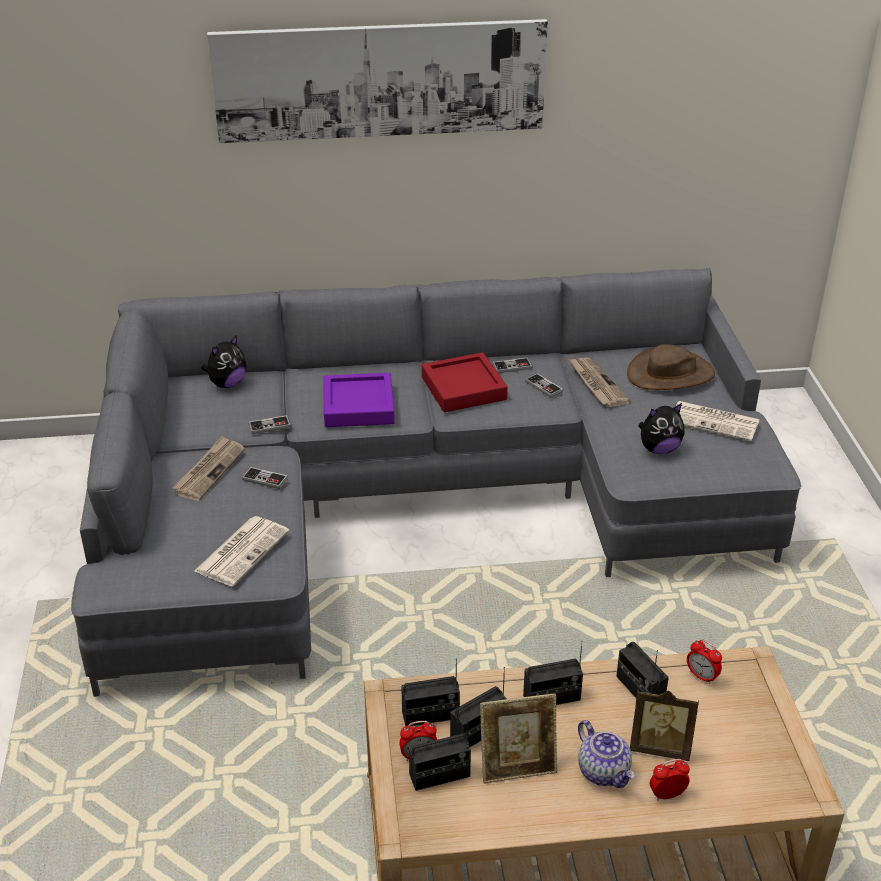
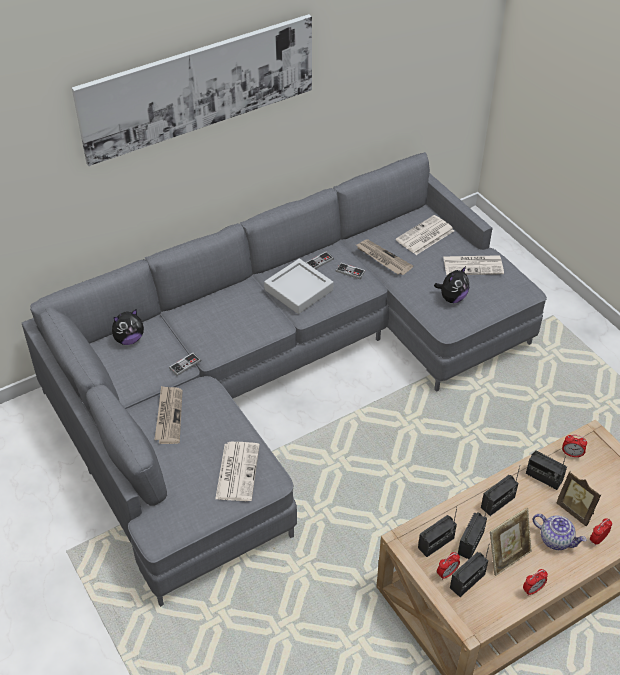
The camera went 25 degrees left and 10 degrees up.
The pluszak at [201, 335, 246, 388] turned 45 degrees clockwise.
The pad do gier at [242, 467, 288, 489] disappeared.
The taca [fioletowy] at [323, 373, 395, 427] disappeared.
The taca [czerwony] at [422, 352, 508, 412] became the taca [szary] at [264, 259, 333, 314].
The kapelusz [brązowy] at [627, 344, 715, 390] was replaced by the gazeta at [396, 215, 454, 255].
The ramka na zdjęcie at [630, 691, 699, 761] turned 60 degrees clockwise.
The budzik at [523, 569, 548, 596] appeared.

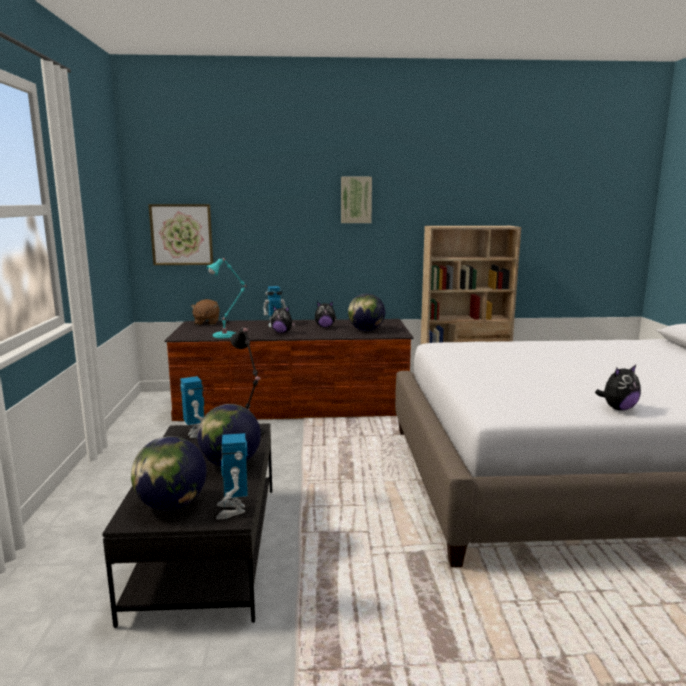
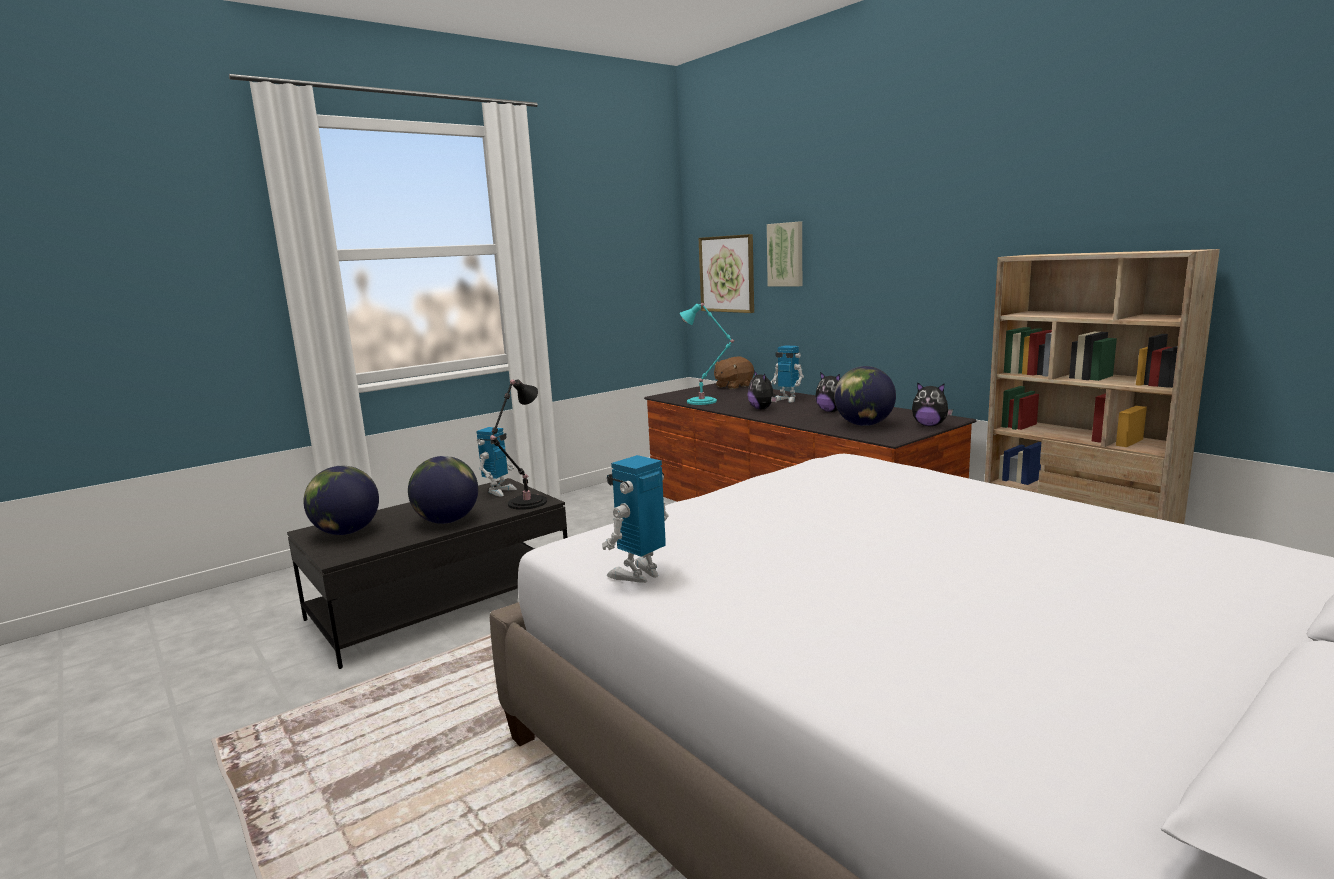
The camera went 55 degrees right and 0 degrees up.
The robot zabawkowy moved from [216, 433, 248, 519] to [602, 455, 669, 583].
The obraz moved from [341, 177, 372, 223] to [767, 222, 802, 287].
The pluszak moved from [595, 365, 641, 411] to [912, 382, 953, 426].

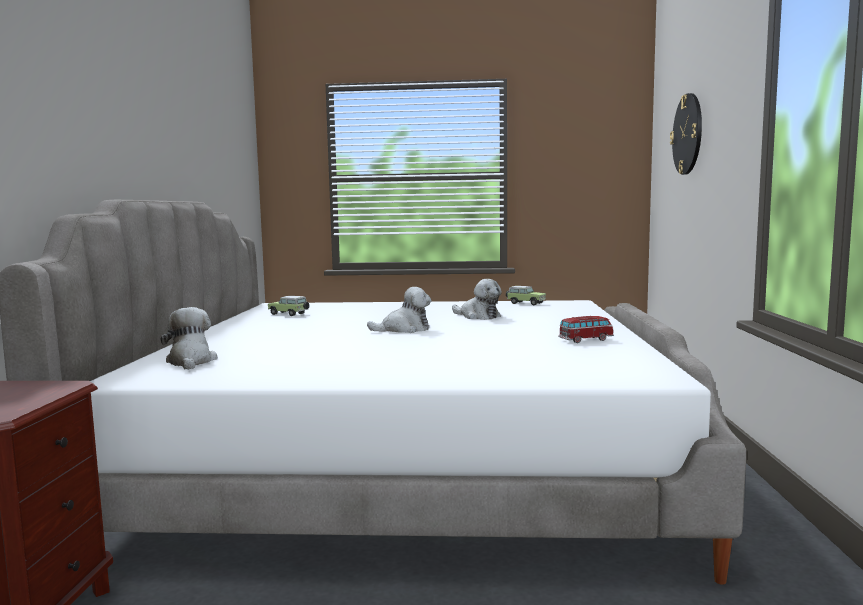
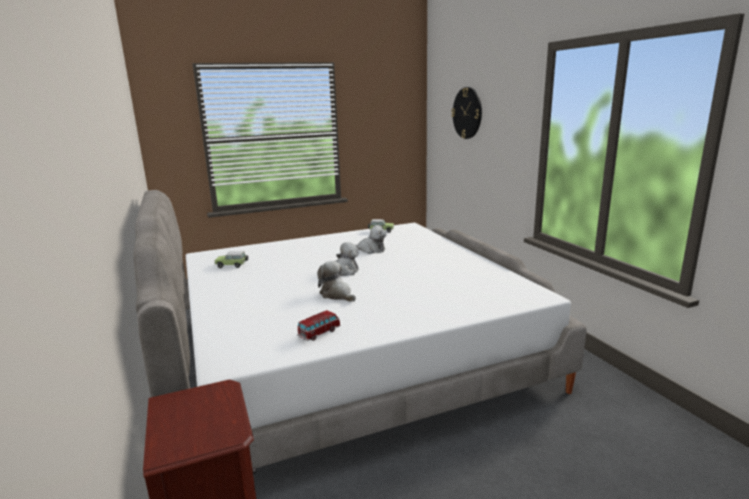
The camera went 25 degrees left and 10 degrees up.
The pluszak moved from [161, 307, 218, 370] to [317, 261, 356, 302].
The samochodzik moved from [558, 316, 614, 343] to [297, 310, 341, 341].

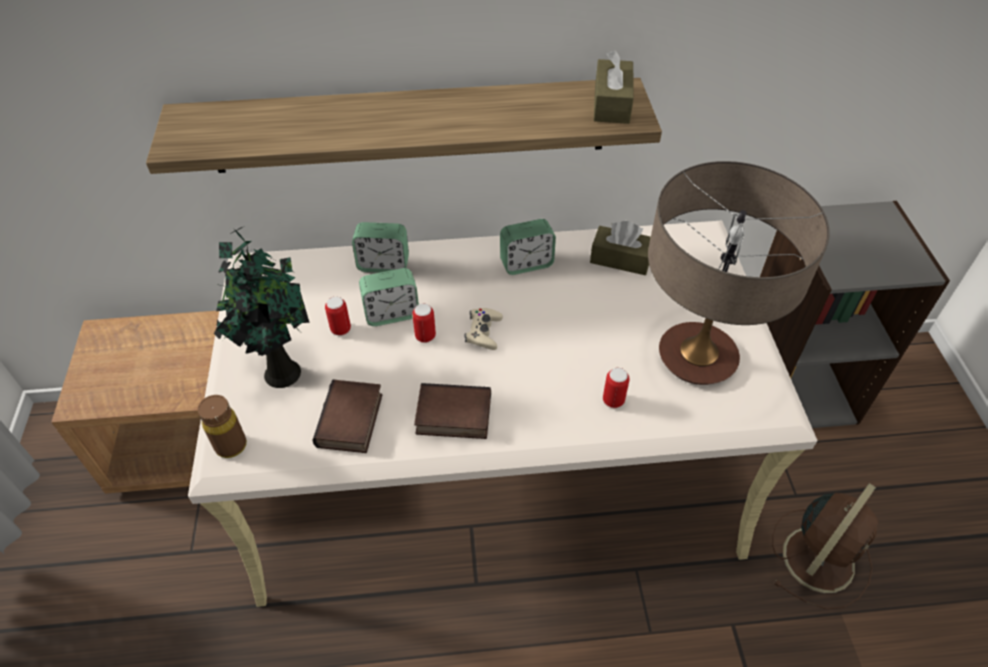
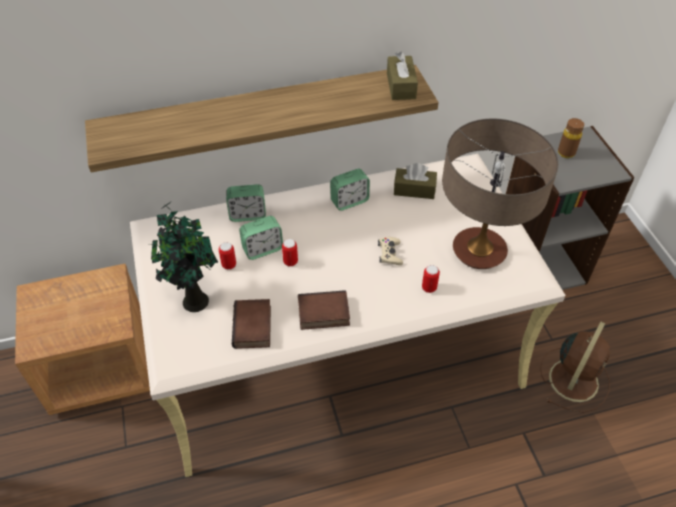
The camera went 10 degrees left and 0 degrees up.
The butelka [brązowy] moved from [198, 395, 247, 458] to [558, 118, 584, 158].
The pad do gier [beżowy] moved from [465, 308, 503, 350] to [378, 237, 403, 265].

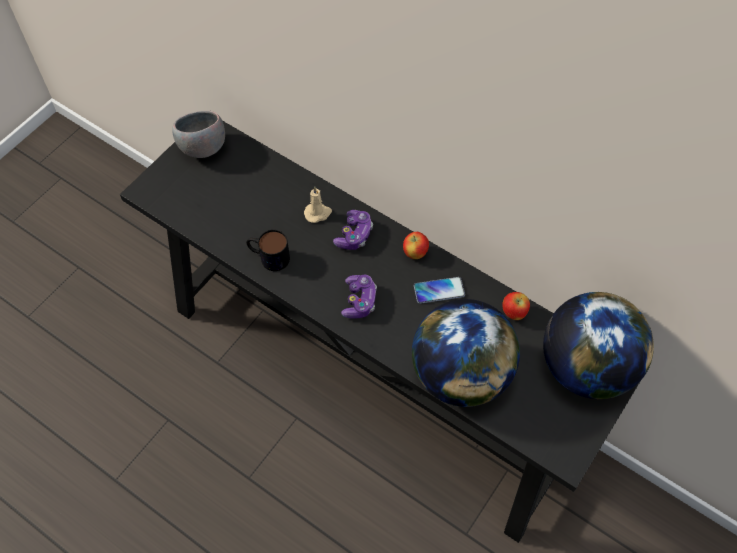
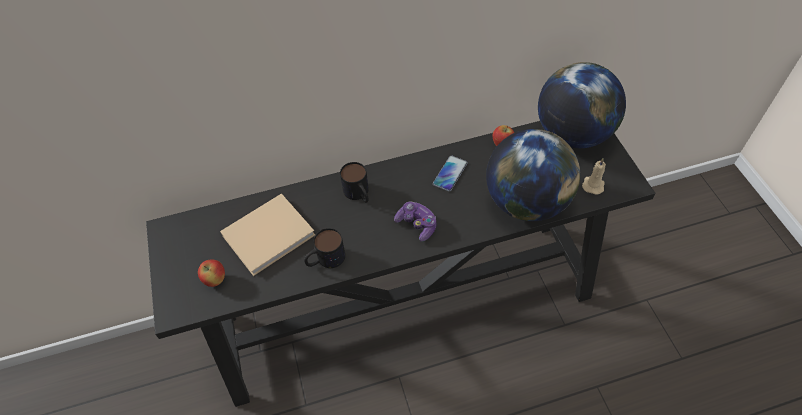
The camera went 50 degrees left and 5 degrees down.
The miska [szary] at [172, 111, 225, 158] disappeared.
The świeca [beżowy] moved from [304, 186, 332, 223] to [582, 159, 606, 195].
The pad do gier at [333, 210, 373, 250] was replaced by the kubek at [340, 162, 369, 203].
The jabłko moved from [403, 232, 429, 259] to [198, 260, 225, 287].
The książka [beżowy] at [220, 193, 315, 276] appeared.

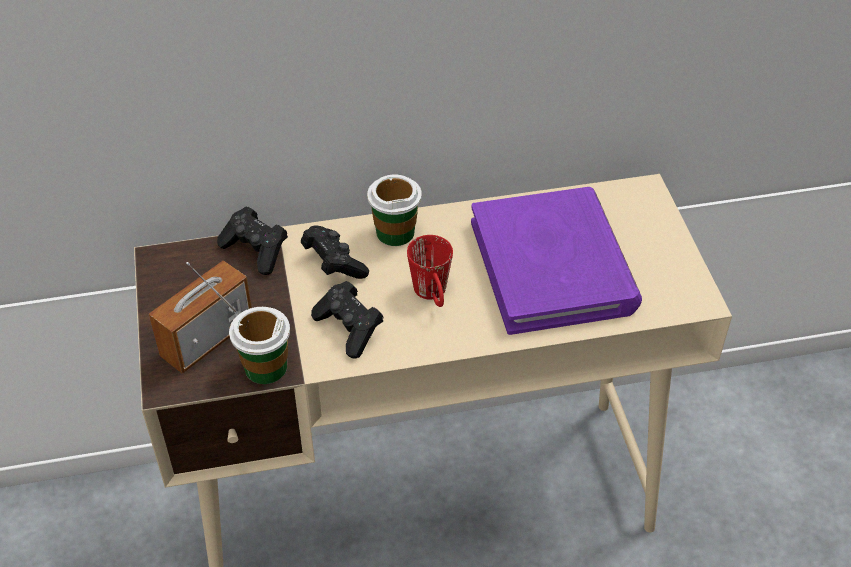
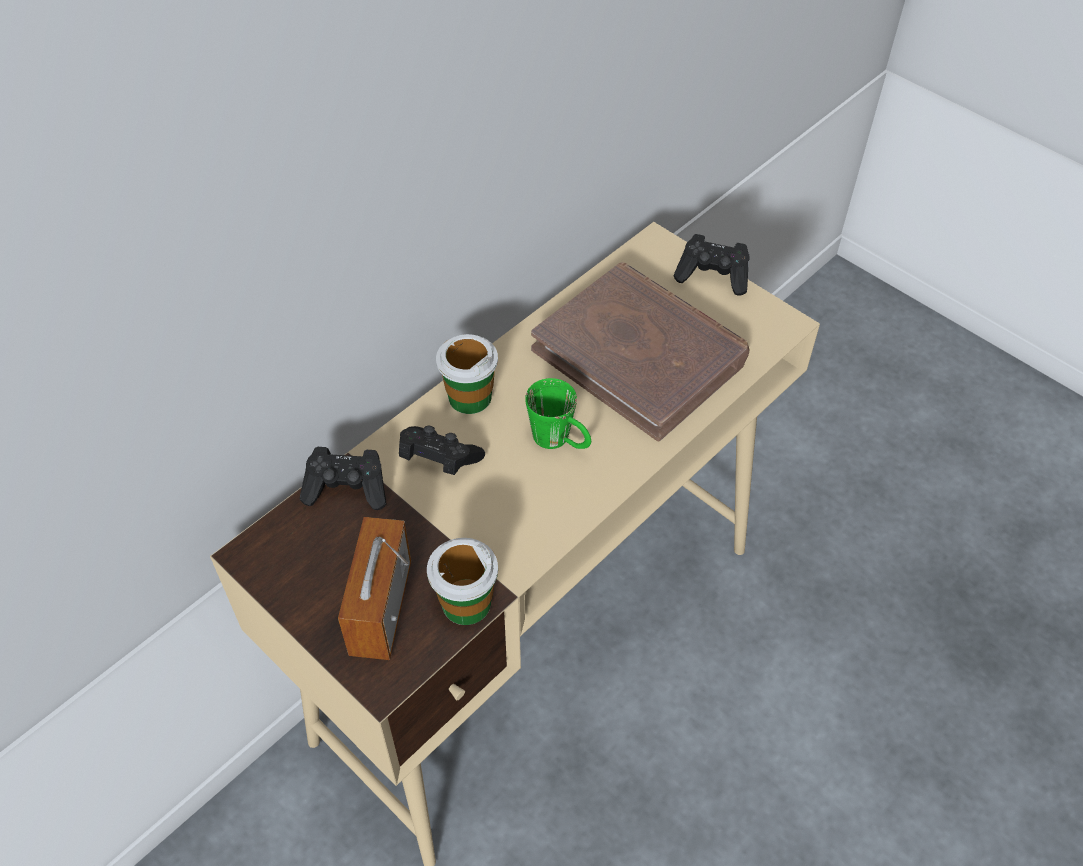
The camera went 35 degrees left and 5 degrees up.
The pad do gier [czarny] moved from [311, 281, 383, 358] to [673, 234, 750, 296].
The kubek [czerwony] at [407, 235, 453, 307] became the kubek [zielony] at [525, 378, 591, 449].
The książka [fioletowy] at [471, 187, 642, 335] became the książka [brązowy] at [531, 262, 749, 441].

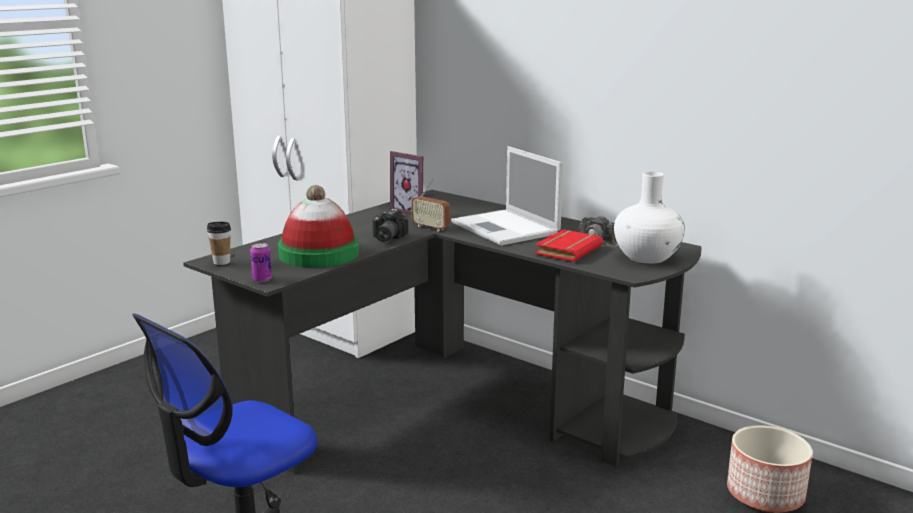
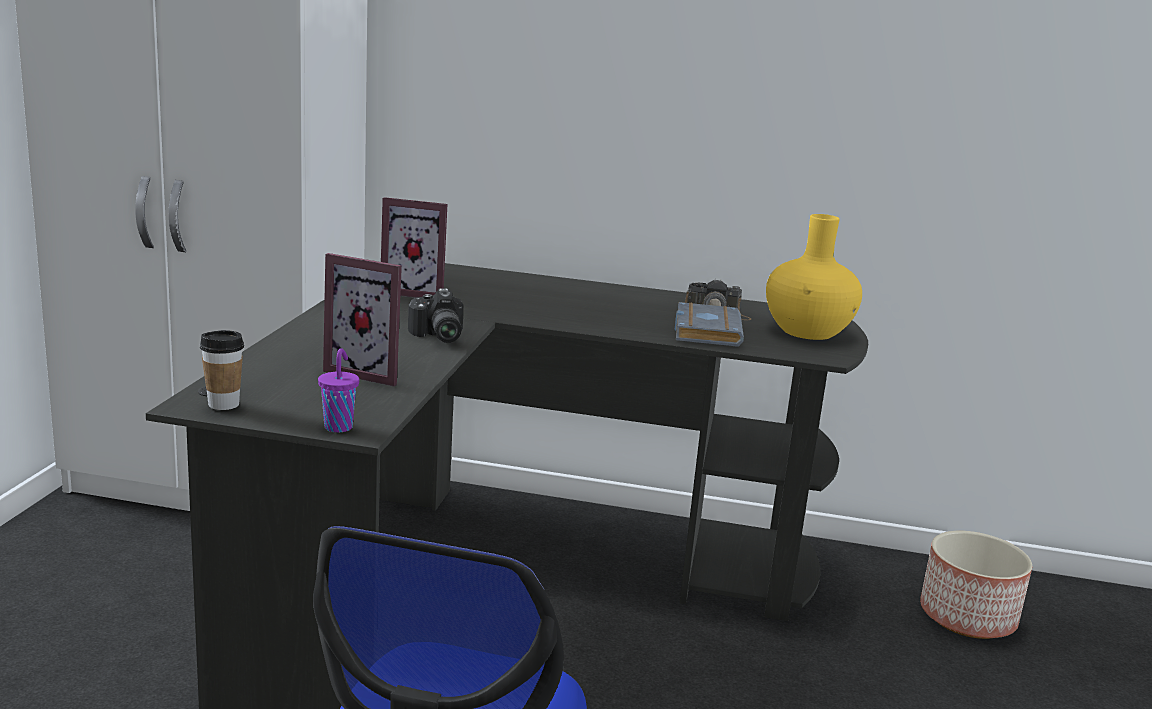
The camera went 30 degrees left and 0 degrees up.
The puszka at [250, 243, 272, 282] was replaced by the filiżanka [fioletowy] at [318, 348, 359, 433].
The kapelusz at [278, 185, 359, 268] was replaced by the ramka na zdjęcie at [323, 253, 402, 386].
The radio at [411, 177, 450, 232] disappeared.
The laptop at [451, 146, 563, 246] disappeared.
The książka [czerwony] at [535, 229, 603, 262] became the książka [szary] at [675, 302, 744, 347].
The wazon [biały] at [614, 171, 685, 264] became the wazon [żółty] at [766, 214, 862, 340].

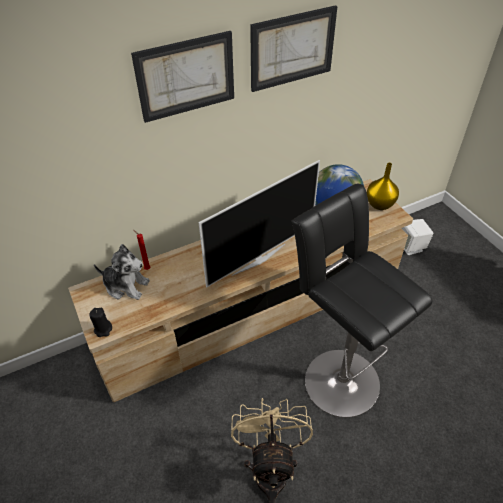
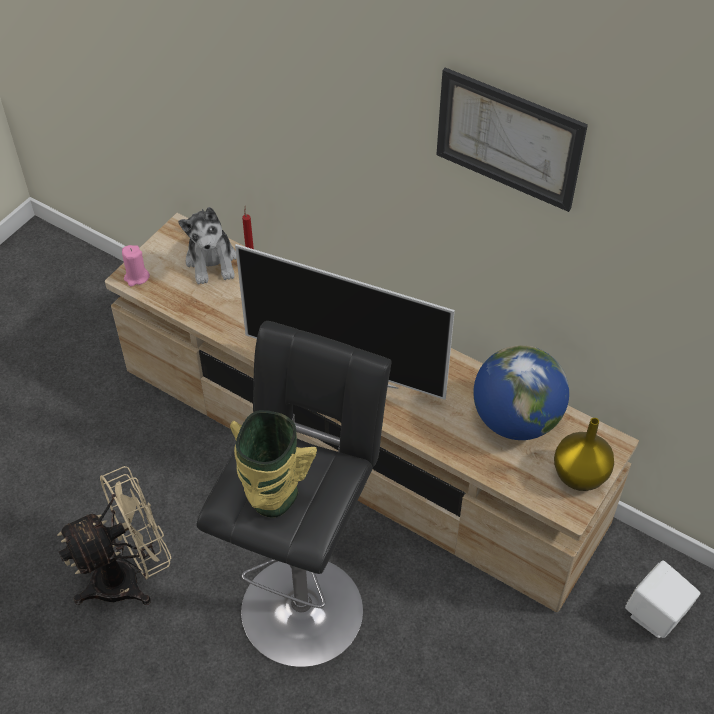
The camera went 60 degrees right and 5 degrees up.
The świeca [czarny] at [89, 308, 112, 337] became the świeca [różowy] at [122, 245, 150, 287].
The obraz at [131, 31, 234, 123] disappeared.
The wazon at [230, 410, 317, 518] appeared.

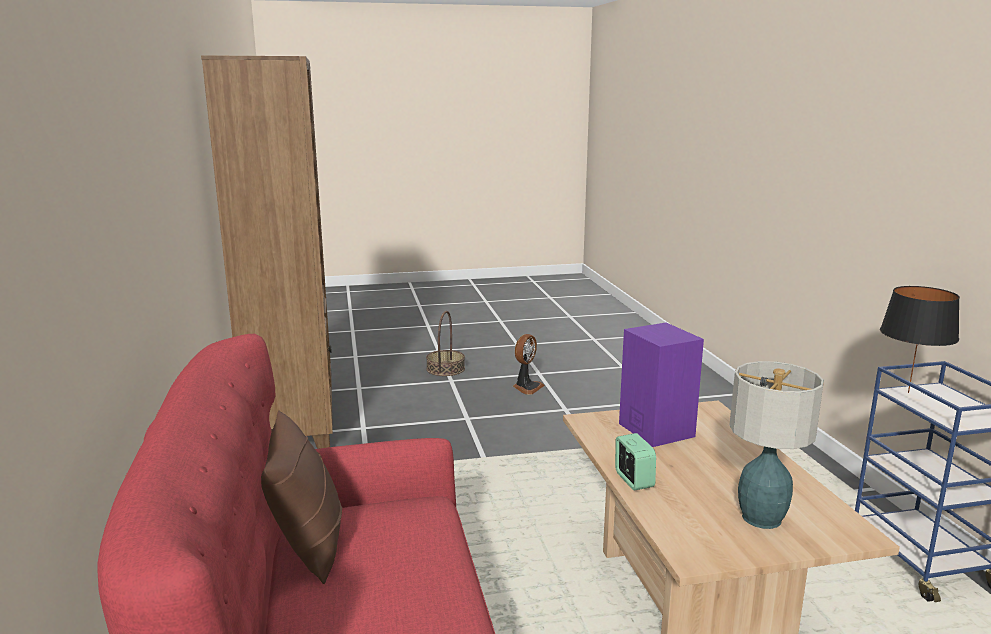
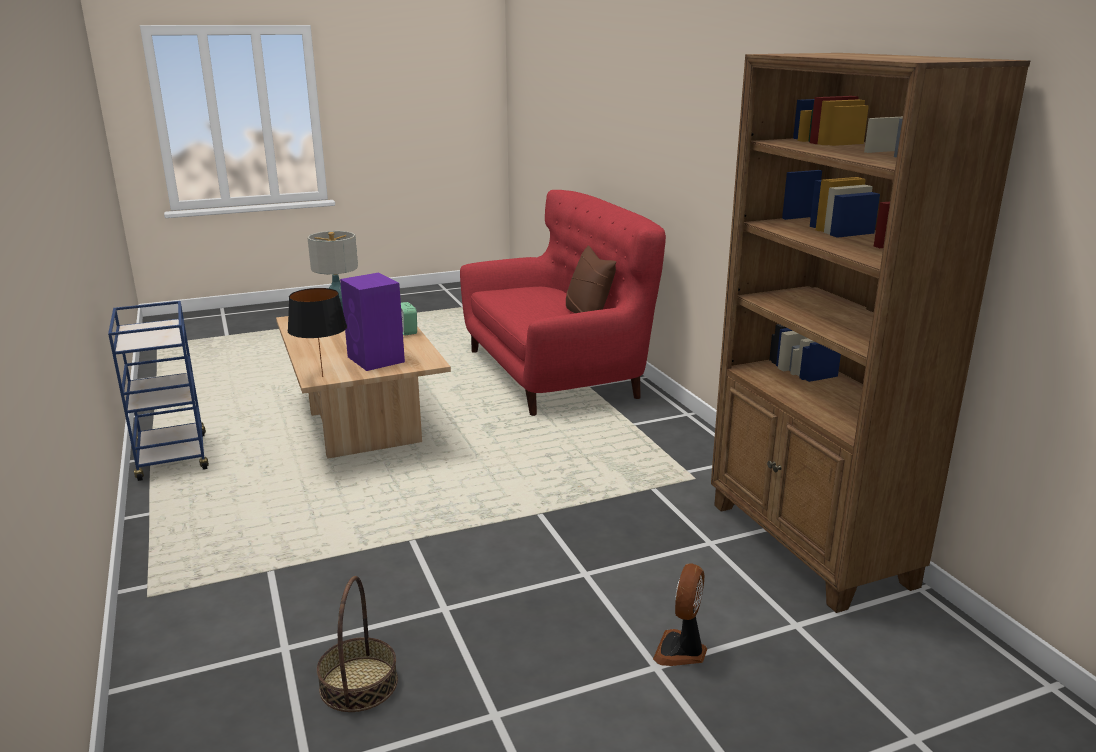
The camera went 170 degrees right and 5 degrees up.
The koszyk moved from [426, 311, 465, 376] to [317, 576, 398, 712].
The wentylator moved from [513, 334, 545, 395] to [653, 563, 707, 666].
The lampa stołowa [czarny] moved from [880, 286, 960, 393] to [288, 288, 347, 377].

